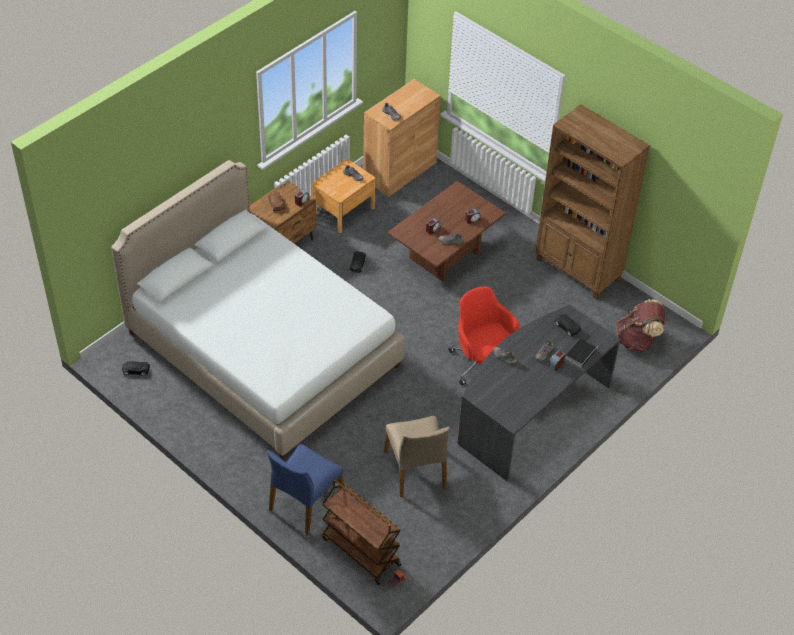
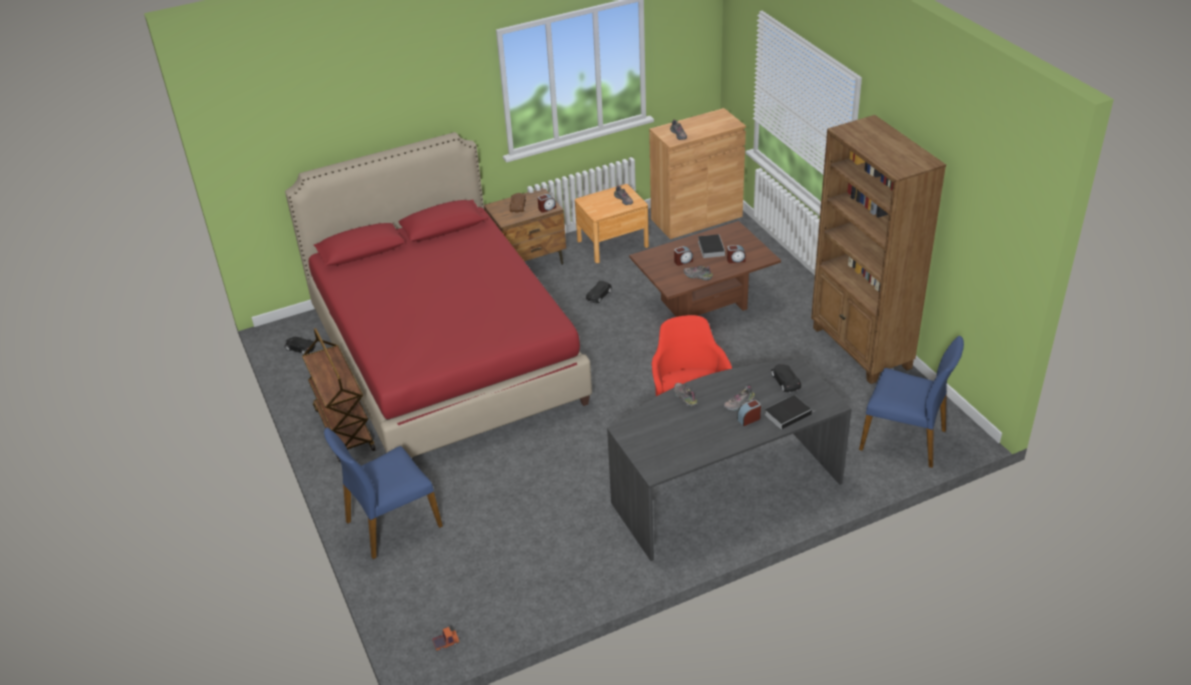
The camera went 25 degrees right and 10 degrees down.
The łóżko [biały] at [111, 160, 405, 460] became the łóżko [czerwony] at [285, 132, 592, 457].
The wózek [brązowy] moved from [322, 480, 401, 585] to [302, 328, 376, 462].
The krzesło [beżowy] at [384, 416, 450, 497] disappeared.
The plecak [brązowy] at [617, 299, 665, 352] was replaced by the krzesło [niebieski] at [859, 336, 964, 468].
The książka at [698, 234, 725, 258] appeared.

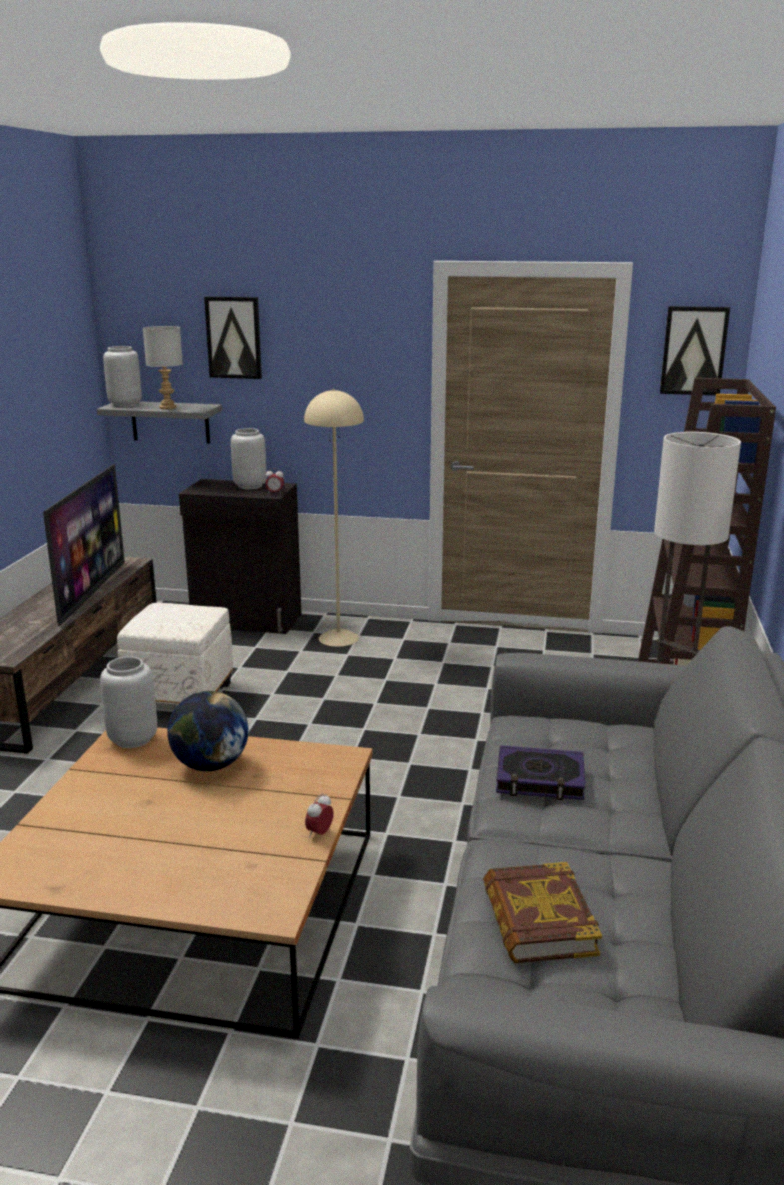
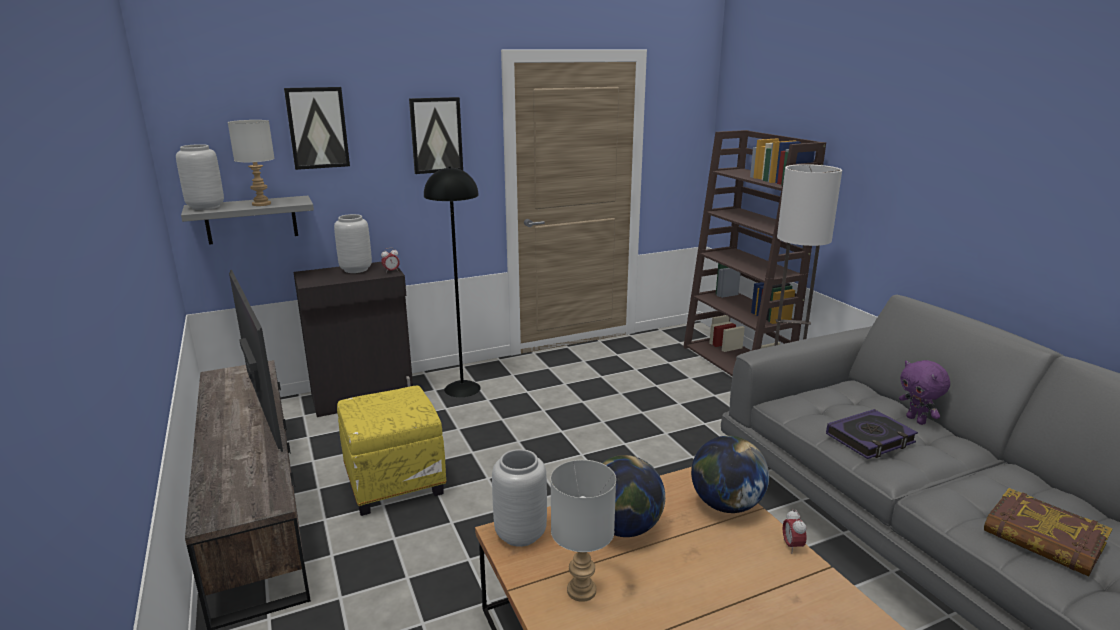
The camera went 35 degrees left and 0 degrees up.
The pufa [biały] at [117, 603, 234, 704] became the pufa [żółty] at [337, 386, 447, 516].
The lampa stojąca [beżowy] at [304, 389, 364, 647] became the lampa stojąca [czarny] at [424, 166, 481, 397].
The obraz moved from [660, 306, 730, 395] to [409, 97, 463, 174].
The lampa stołowa [szary] at [551, 460, 616, 602] appeared.
The globus at [691, 436, 769, 513] appeared.
The pluszak [fioletowy] at [899, 360, 950, 425] appeared.

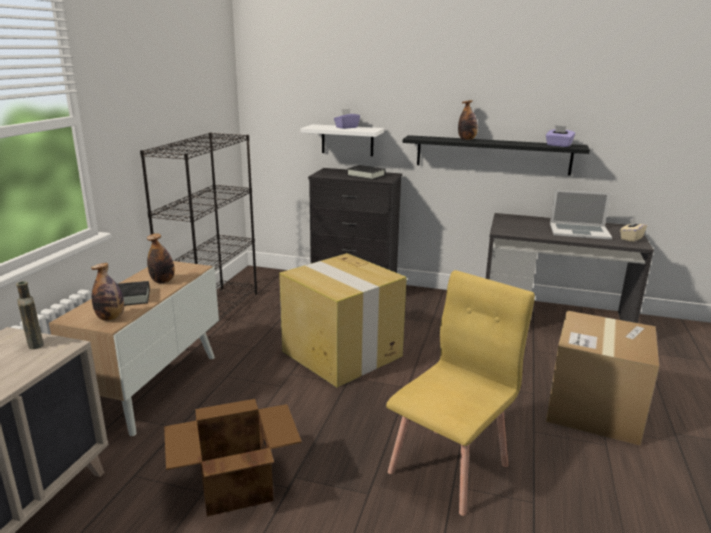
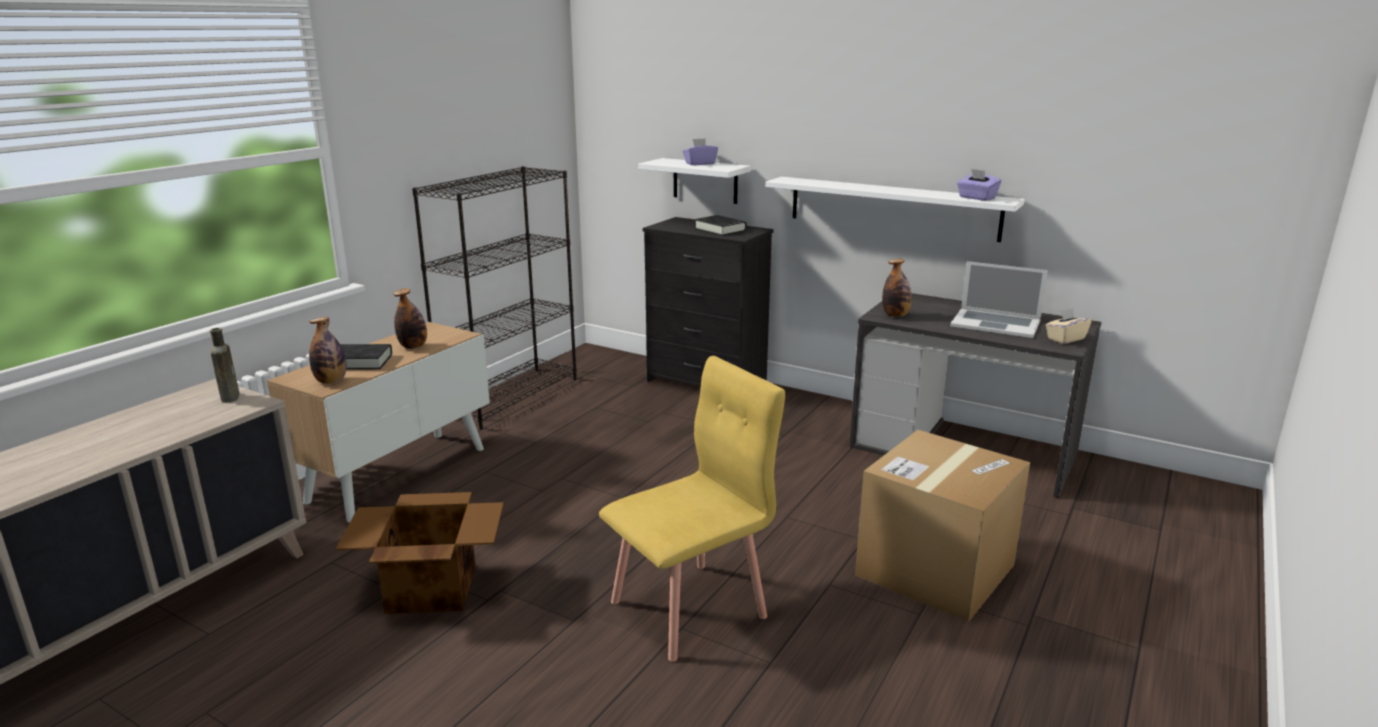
The camera went 15 degrees right and 0 degrees up.
The karton at [279, 253, 407, 387] disappeared.
The półka [czarny] at [403, 135, 590, 176] became the półka [biały] at [765, 177, 1025, 242].
The butelka moved from [458, 100, 478, 140] to [882, 259, 912, 317].

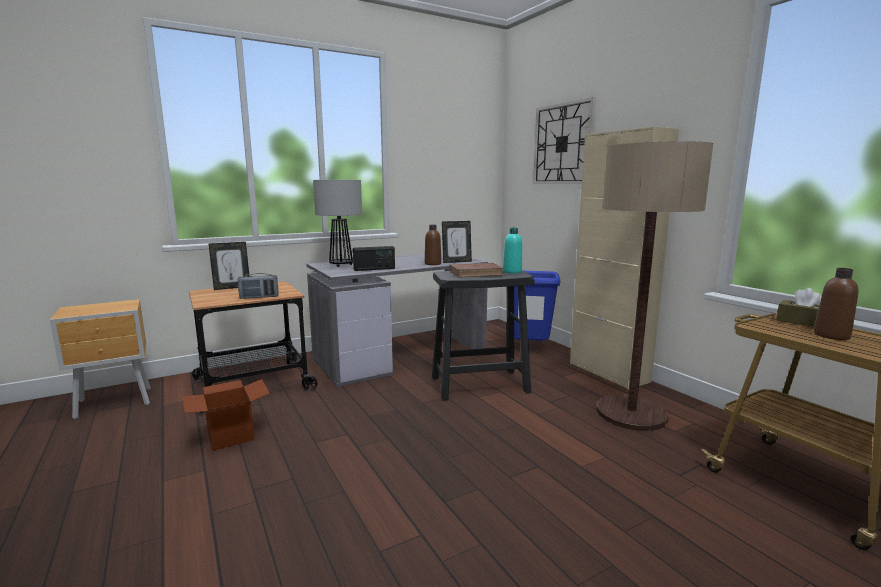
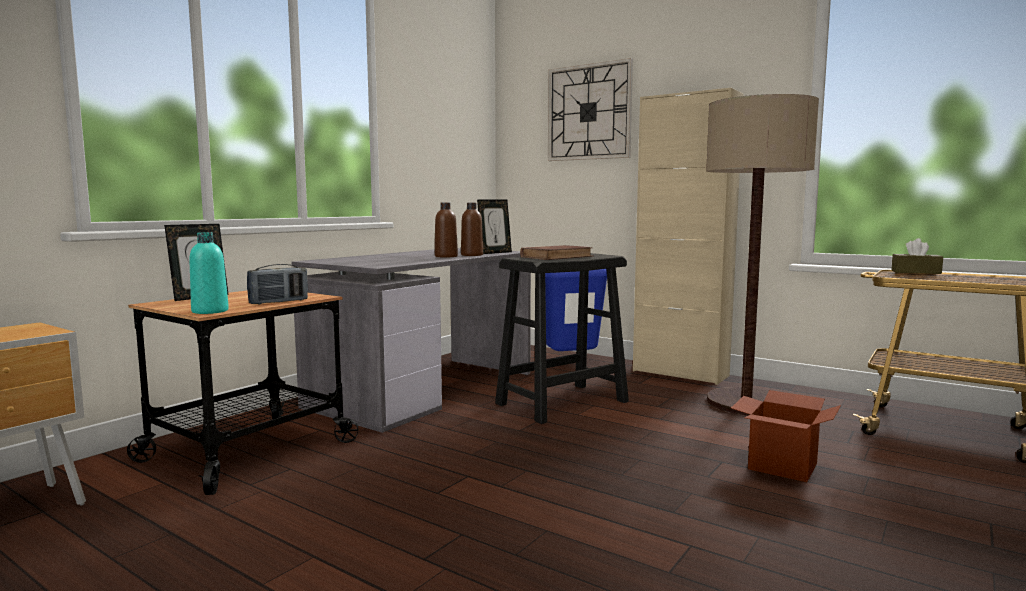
The camera went 25 degrees left and 5 degrees down.
The karton moved from [182, 379, 270, 451] to [731, 390, 841, 482].
The lampa stołowa at [313, 180, 362, 267] disappeared.
The radio at [353, 246, 395, 271] disappeared.
The butelka [turkusowy] moved from [503, 228, 522, 273] to [189, 232, 229, 314].
The butelka [brązowy] moved from [814, 268, 858, 340] to [435, 203, 458, 258].

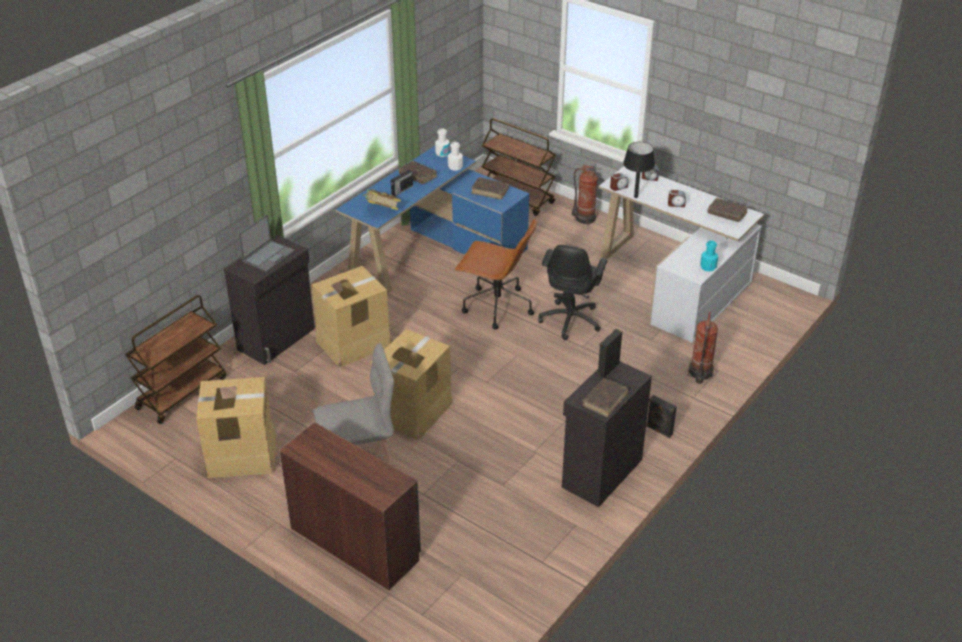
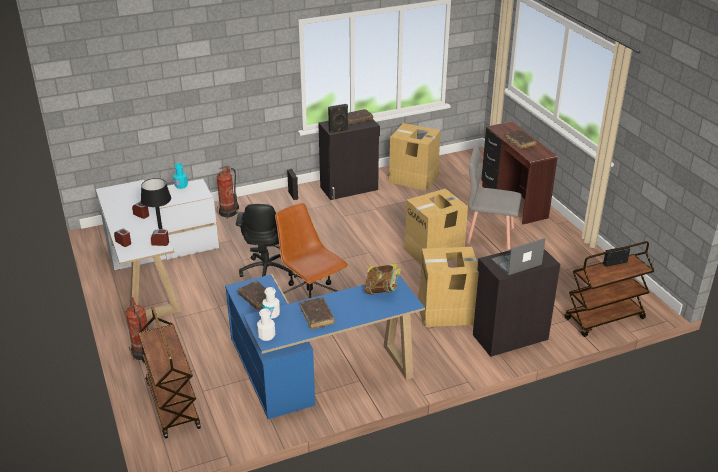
The camera went 150 degrees left and 5 degrees down.
The karton moved from [196, 377, 276, 478] to [388, 123, 441, 191].
The radio moved from [391, 170, 413, 196] to [603, 246, 630, 267].
The krzesło biurowe [czarny] at [539, 245, 607, 340] turned 135 degrees clockwise.
The książka [brązowy] moved from [707, 198, 748, 222] to [506, 130, 537, 149].

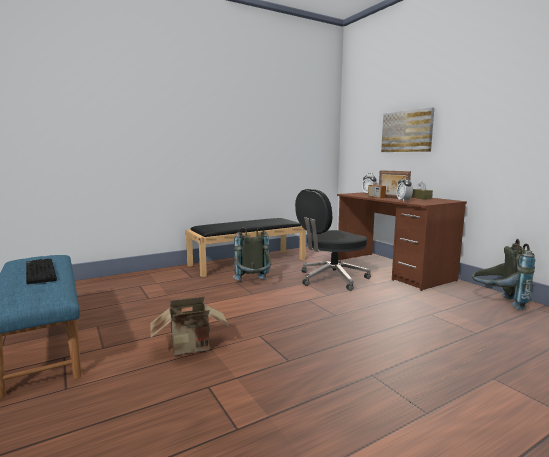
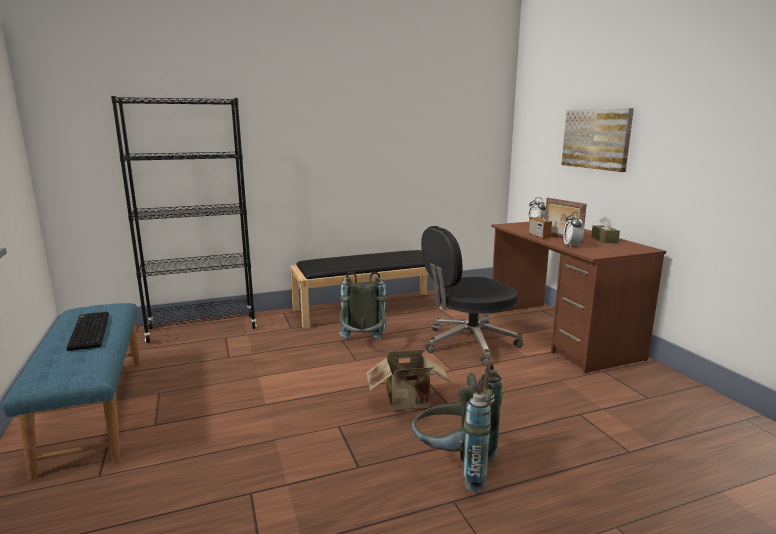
The camera went 10 degrees right and 5 degrees up.
The karton moved from [151, 297, 230, 355] to [366, 350, 452, 410].
The plecak [szary] moved from [472, 239, 535, 310] to [412, 363, 502, 493].
The regał [czarny] at [111, 96, 257, 343] appeared.

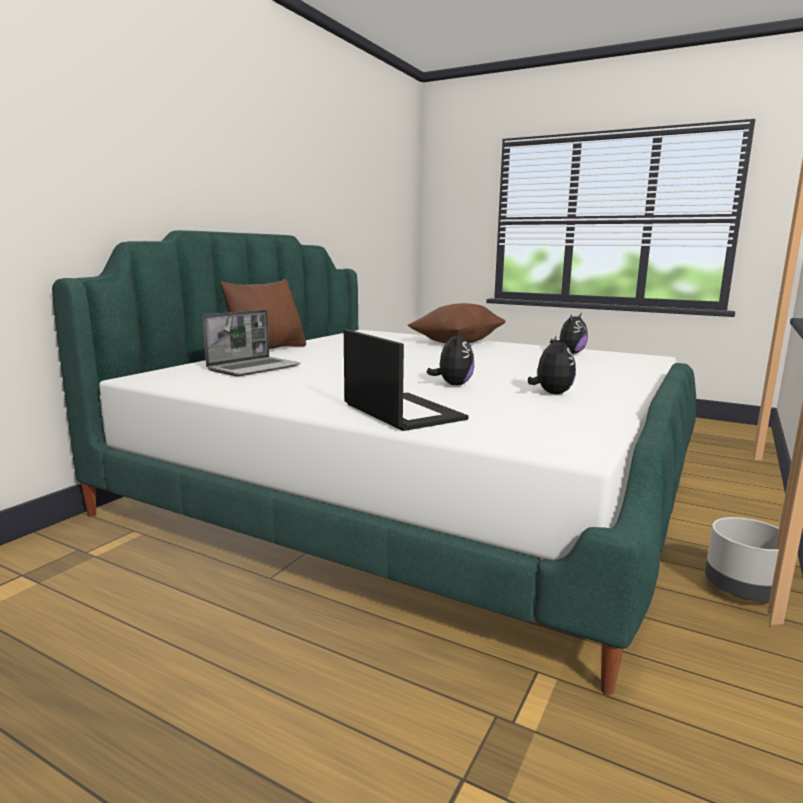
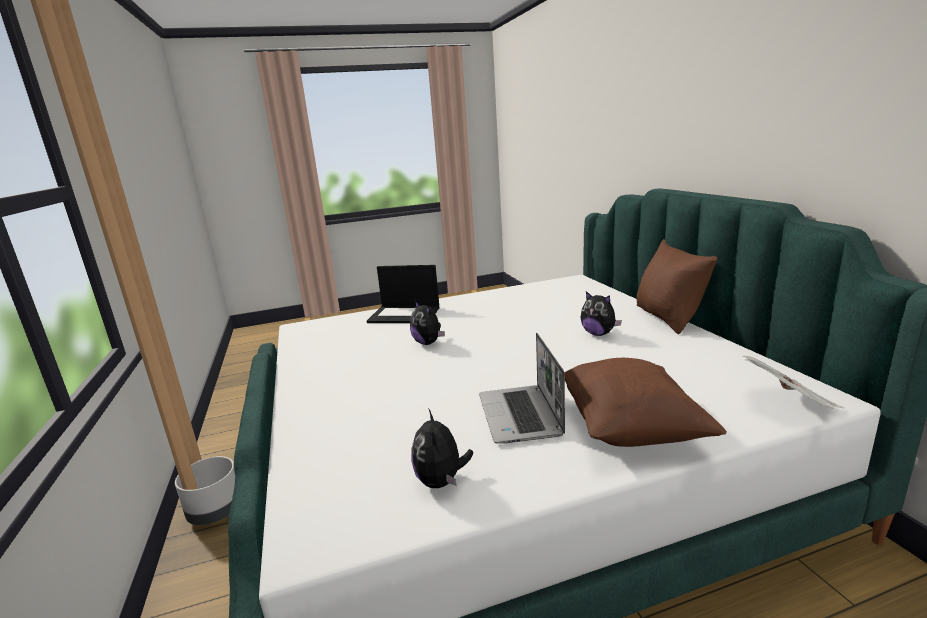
The camera went 135 degrees right and 5 degrees up.
The laptop moved from [203, 310, 301, 376] to [479, 333, 565, 444].
The pluszak moved from [528, 336, 576, 394] to [580, 291, 622, 336].
The gazeta at [742, 356, 844, 409] appeared.

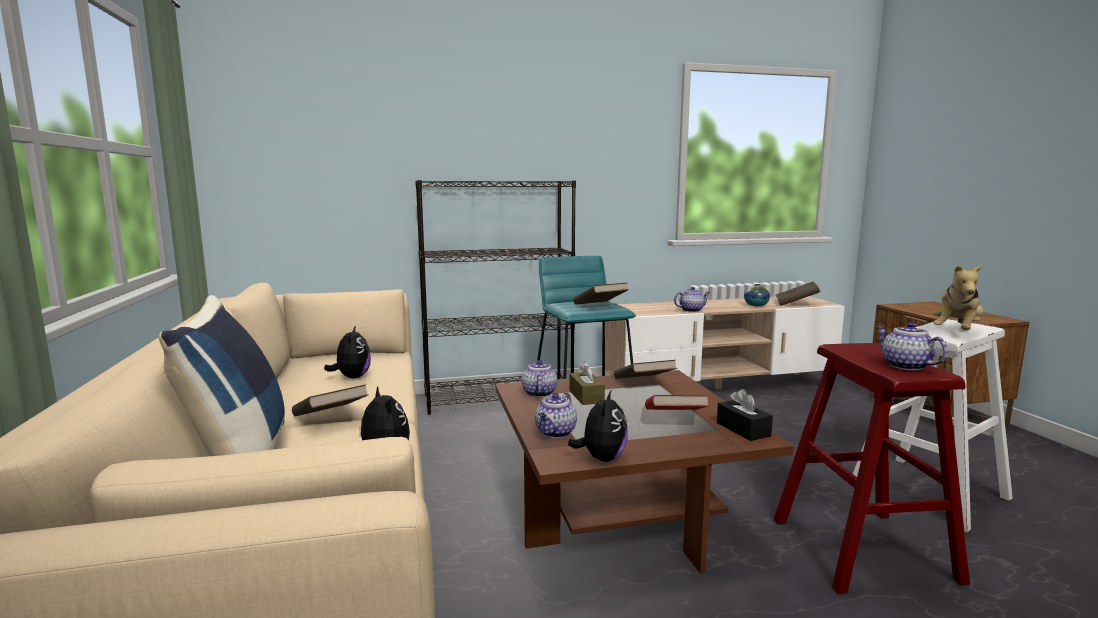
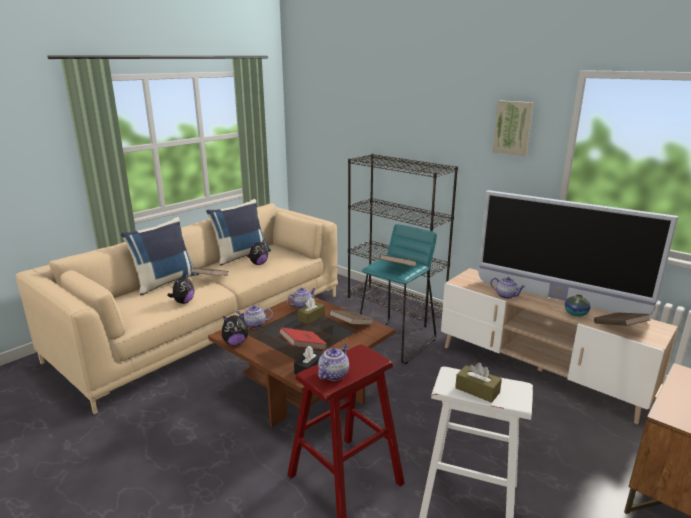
The camera went 55 degrees right and 10 degrees up.
The pluszak at [933, 264, 984, 330] was replaced by the pudełko chusteczek [brązowy] at [455, 363, 502, 403].
The poduszka [niebieski] at [206, 199, 271, 266] appeared.
The telewizor at [478, 190, 678, 316] appeared.
The obraz at [493, 101, 534, 156] appeared.

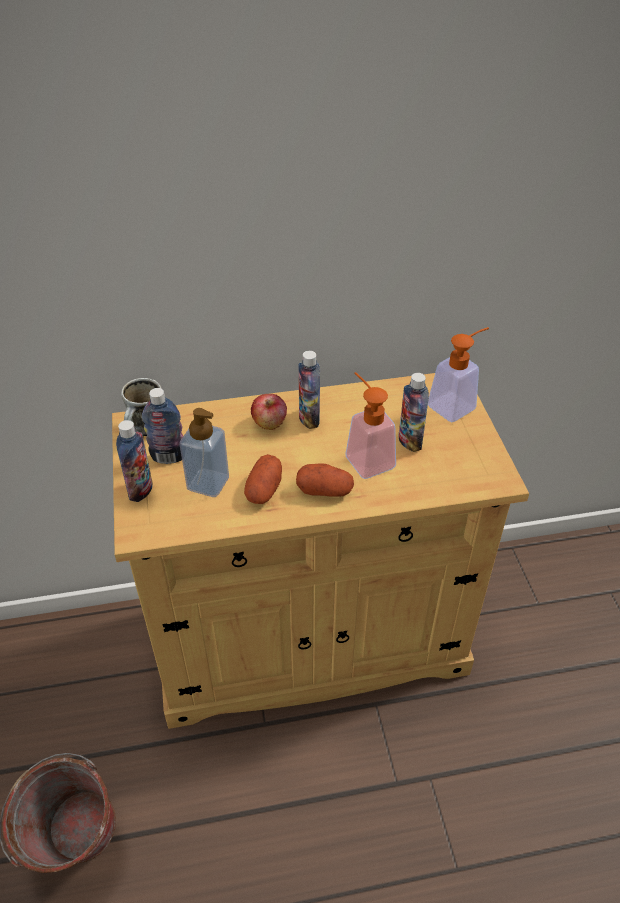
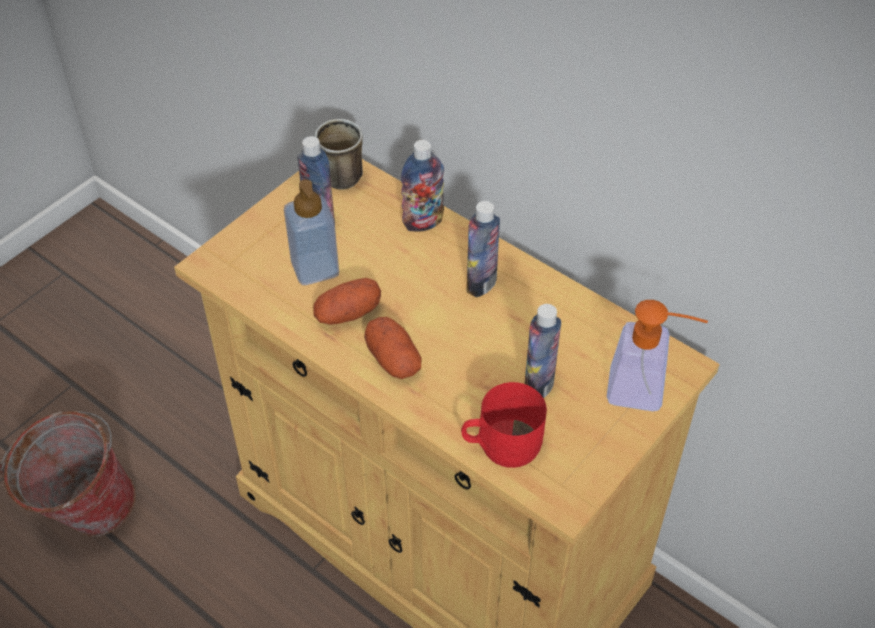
The camera went 50 degrees right and 5 degrees up.
The butelka moved from [116, 420, 153, 502] to [401, 140, 444, 232].
The jabłko at [251, 394, 287, 430] disappeared.
The dozownik mydła at [345, 372, 396, 479] disappeared.
The kubek [czerwony] at [461, 382, 547, 468] appeared.

